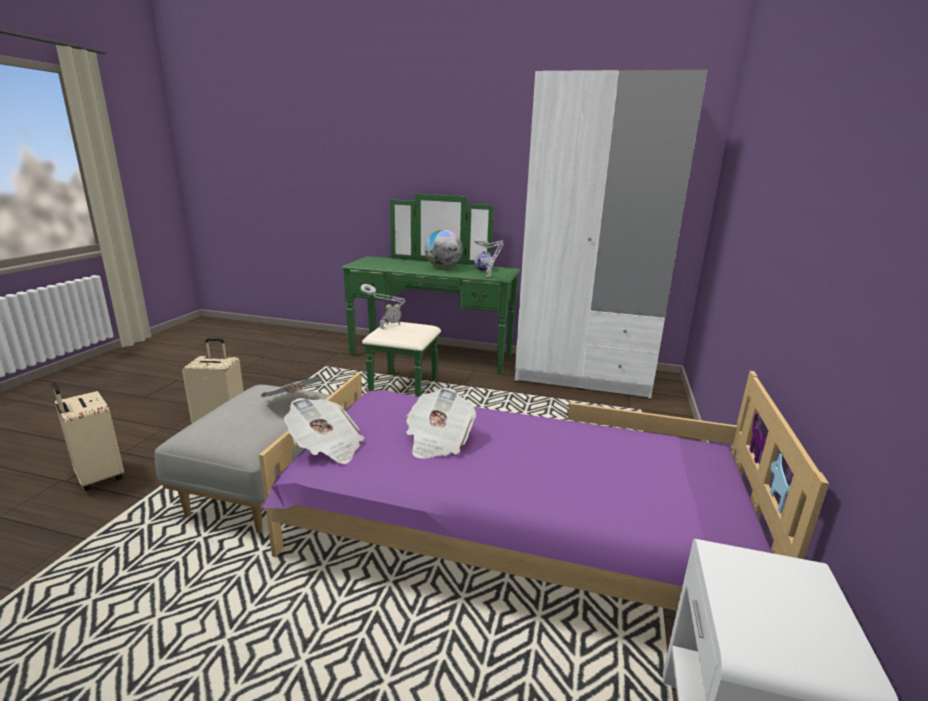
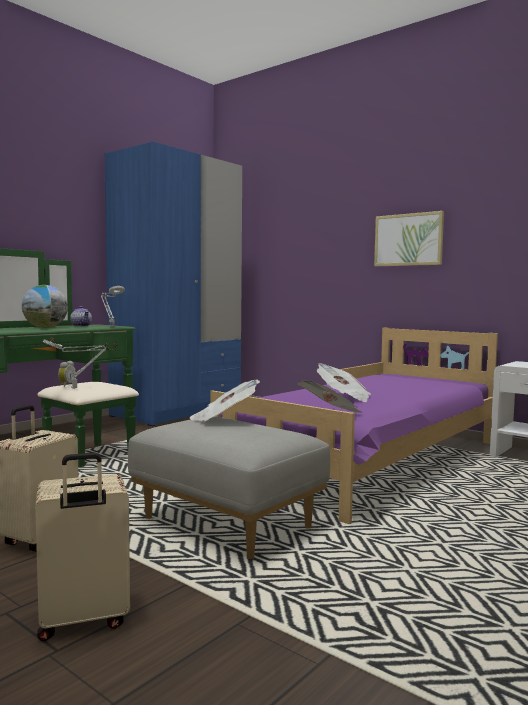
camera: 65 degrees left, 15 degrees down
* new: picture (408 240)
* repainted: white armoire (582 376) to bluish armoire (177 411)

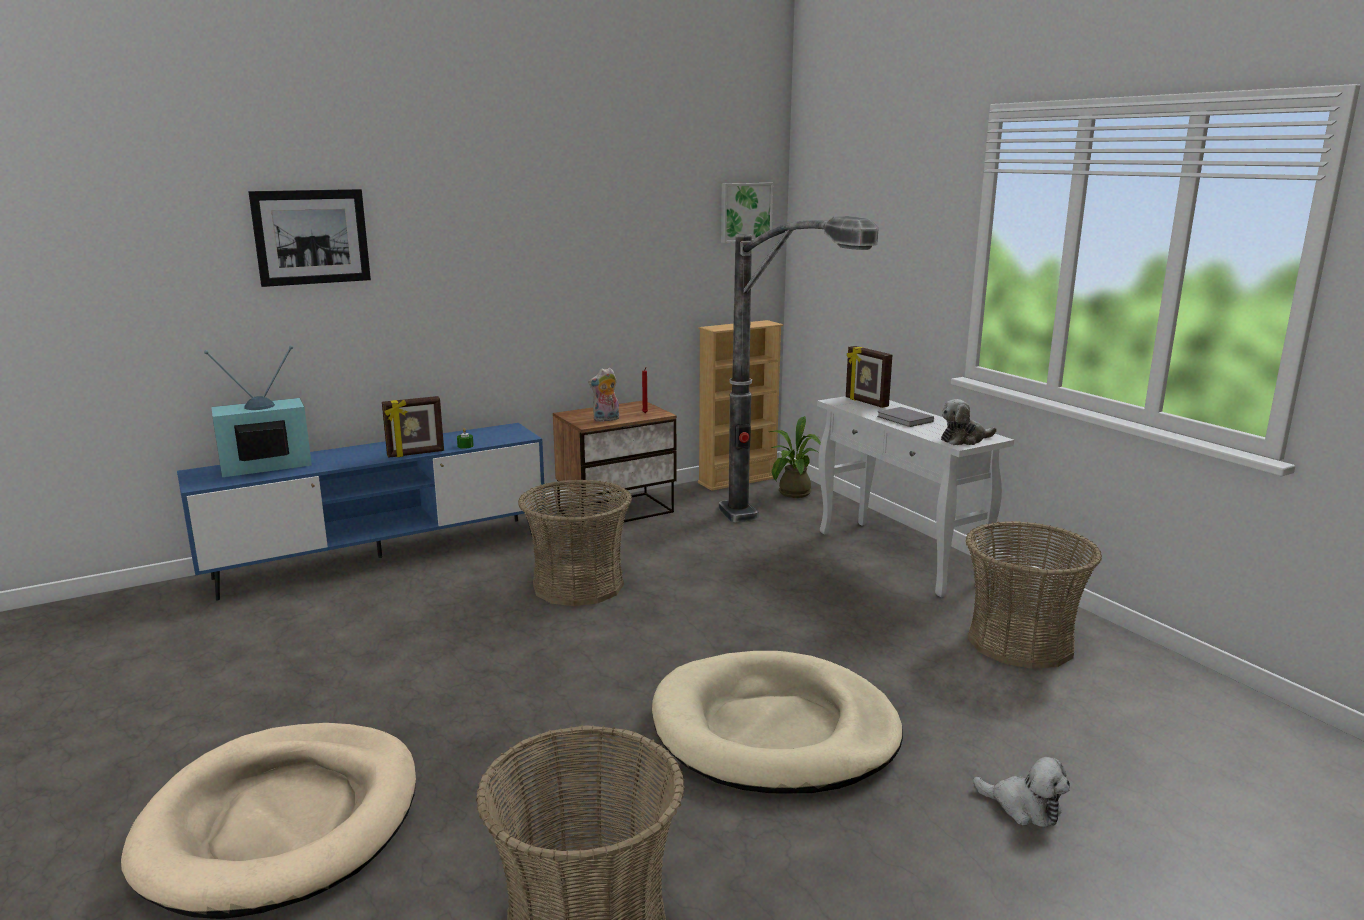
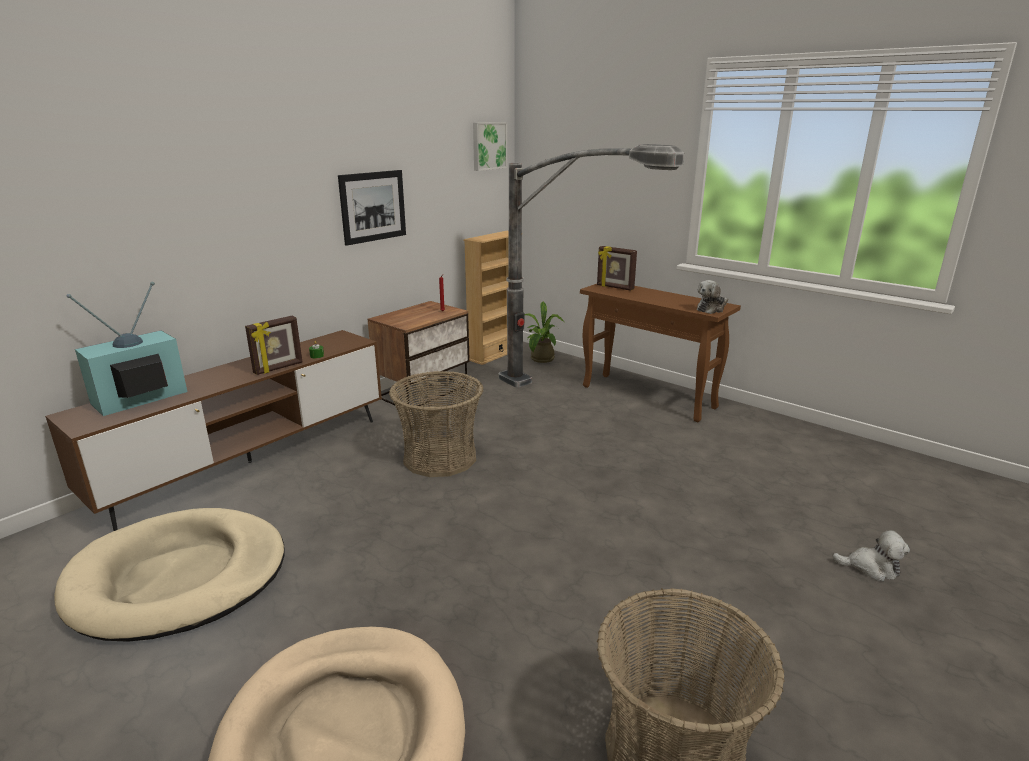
camera: 20 degrees left, 5 degrees up
* gone: soft toy (606 419)
* gone: grey bound book (905 419)
* gone: basket (1020 642)
* shifted: picture (311 237) to (373 206)
* shifted: sand-coloured pet bed (774 730) to (179 578)
* repainted: bluish tv unit (380 557) to brownish tv unit (250 462)
* repainted: white hall table (899 557) to brownish hall table (649 397)

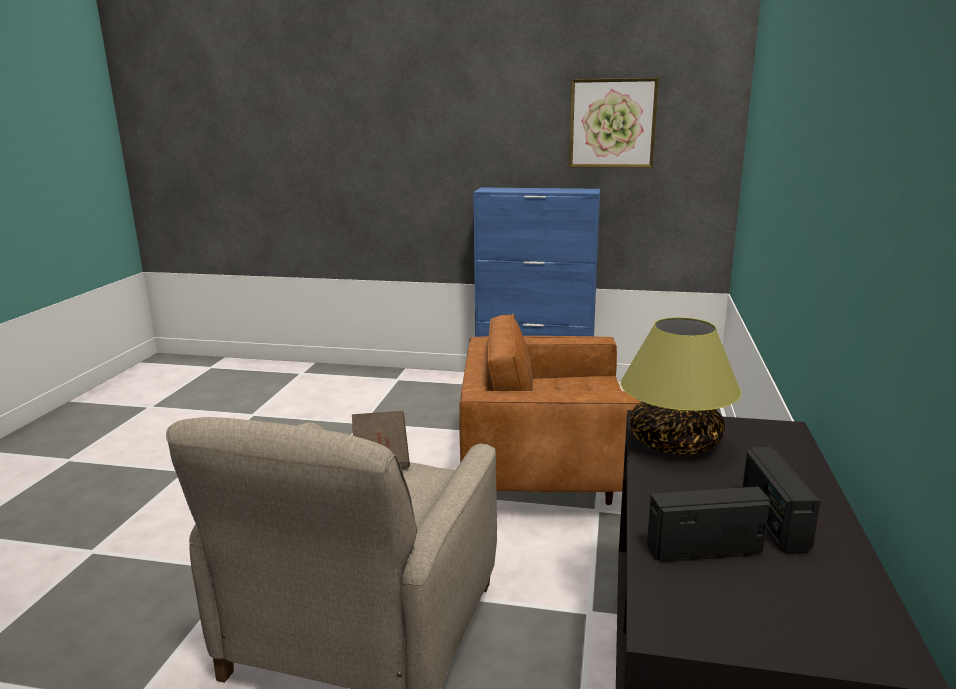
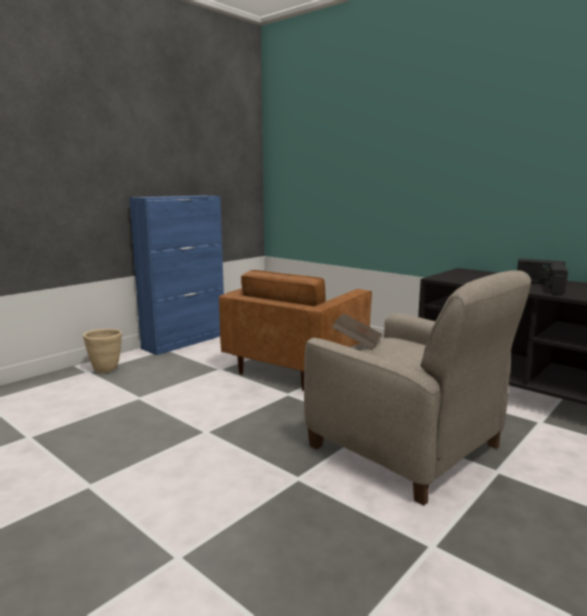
camera: 60 degrees left, 5 degrees down
* gone: picture (612 123)
* gone: lamp for a table (674 443)
* new: sand-coloured plant pot (106 369)

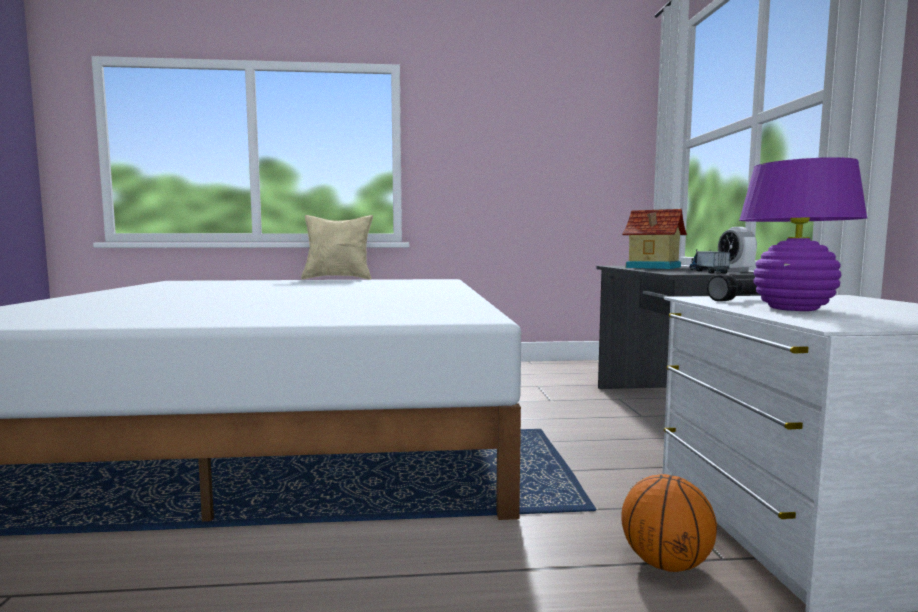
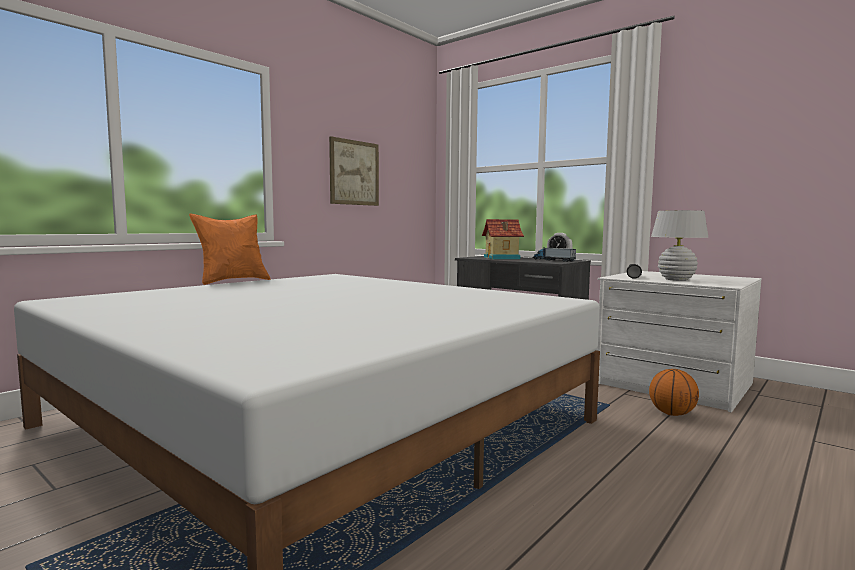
camera: 45 degrees left, 0 degrees up
* new: picture (354 173)
* repainted: sand-coloured cushion (338 279) to orangey cushion (232 281)
* repainted: purplish lamp for a table (793 308) to white lamp for a table (676 279)

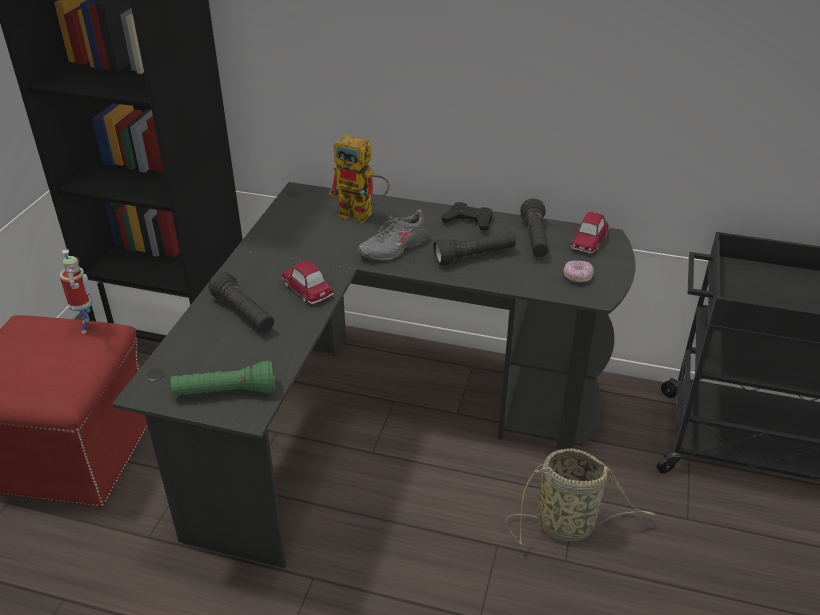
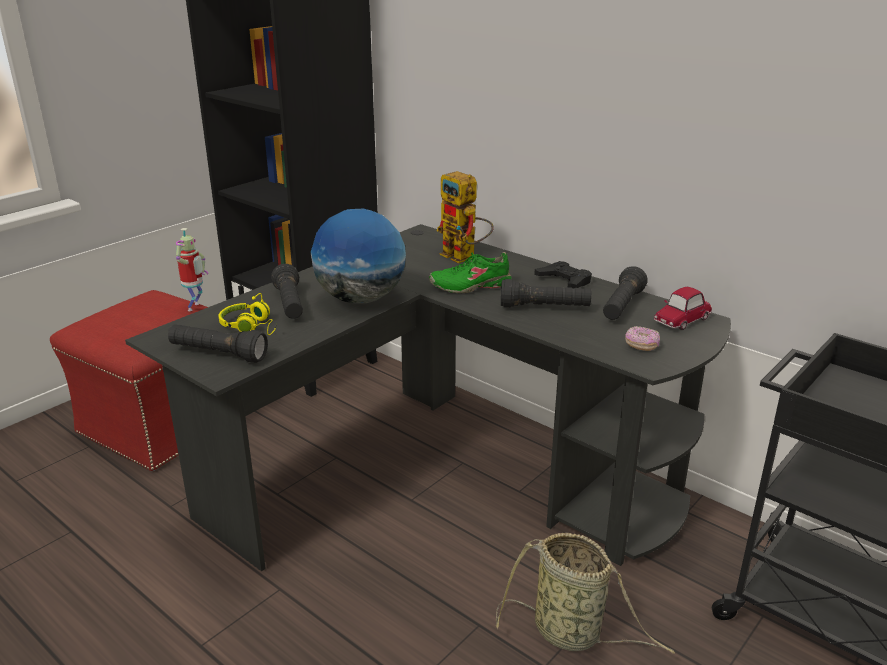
camera: 25 degrees right, 10 degrees down
* new: yellow pair of headphones (251 327)
* swapped: miniature car (307 289) to world globe (361 299)
* repainted: greenish hand torch (225 393) to black-coloured hand torch (218 354)
* repainted: grey item of footwear (393 248) to greenish item of footwear (470 286)

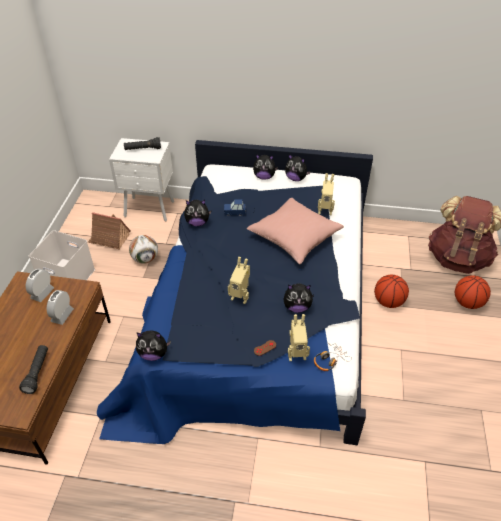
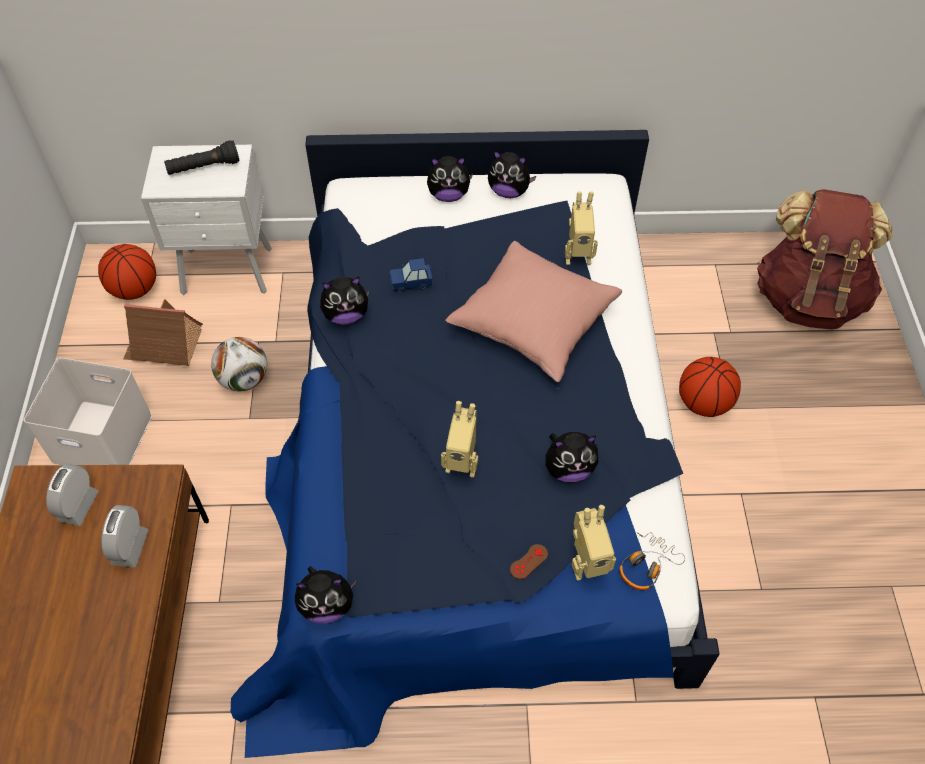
camera: 10 degrees left, 10 degrees up
* gone: black-coloured hand torch (37 372)
* shifted: basketball ball (467 303) to (134 290)

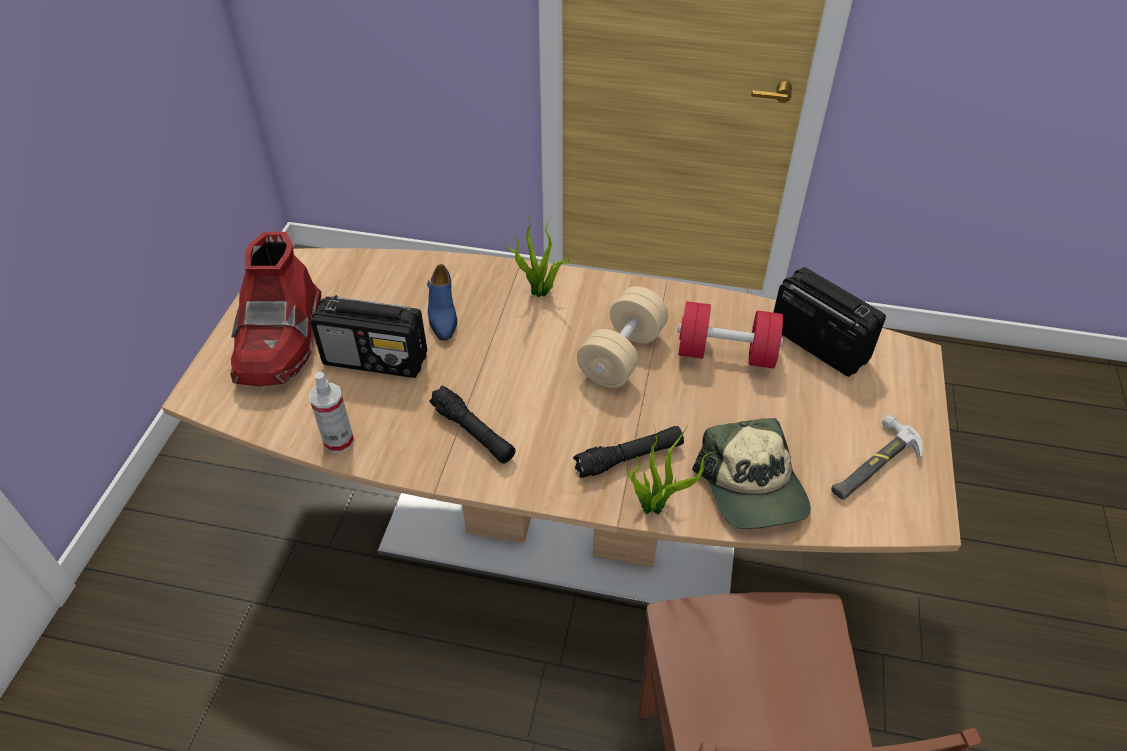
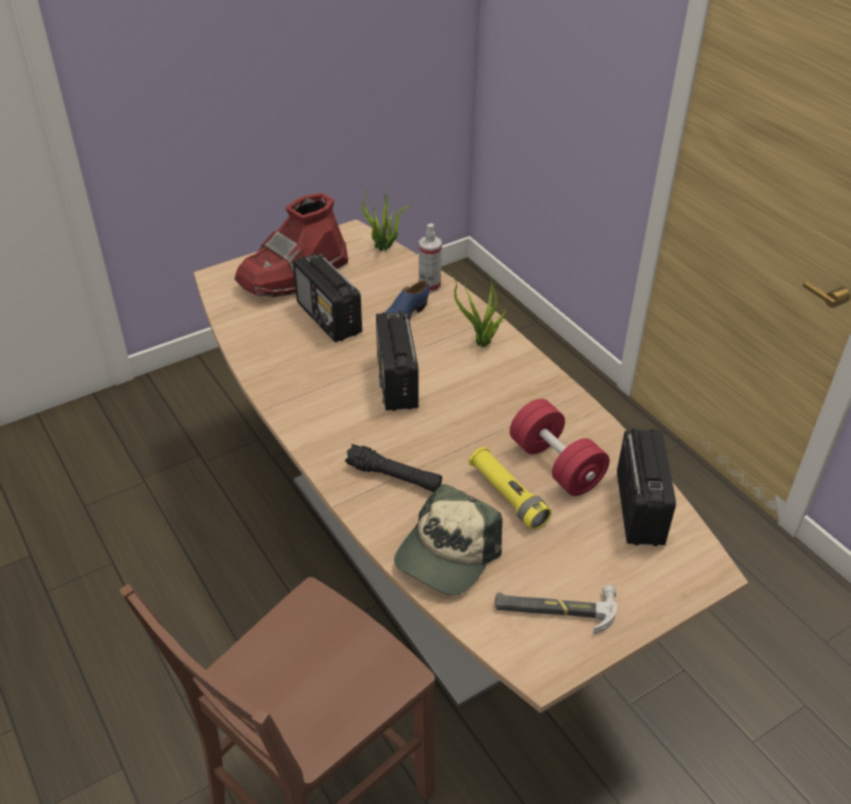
camera: 45 degrees right, 5 degrees down
* gone: black-coloured hand torch (473 432)
* gone: sand-coloured dumbbell (622 355)
* new: radio (397 383)
* new: yellow hand torch (507 496)
* shifted: sprayer (339 441) to (429 286)
* shifted: houseplant (656 506) to (384 248)

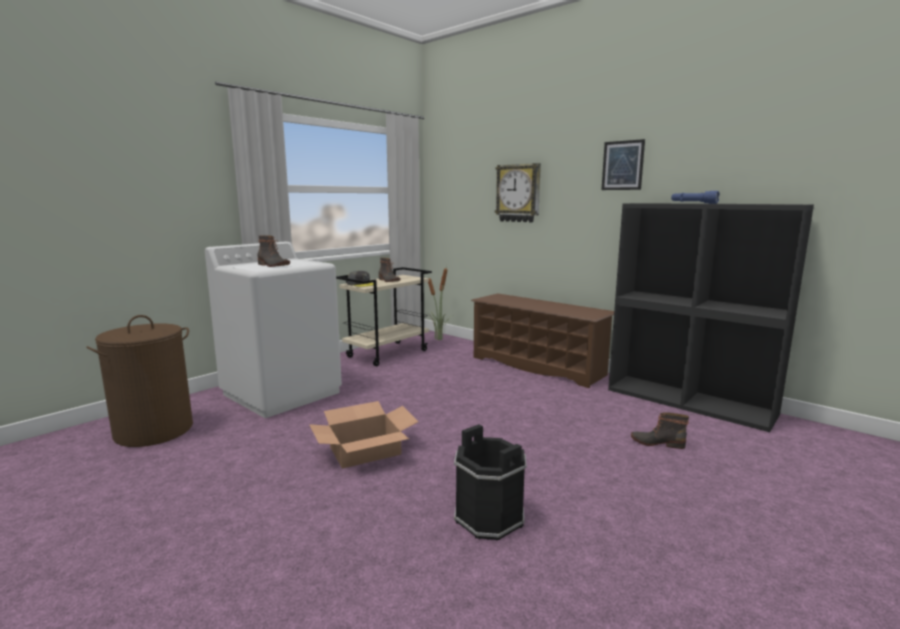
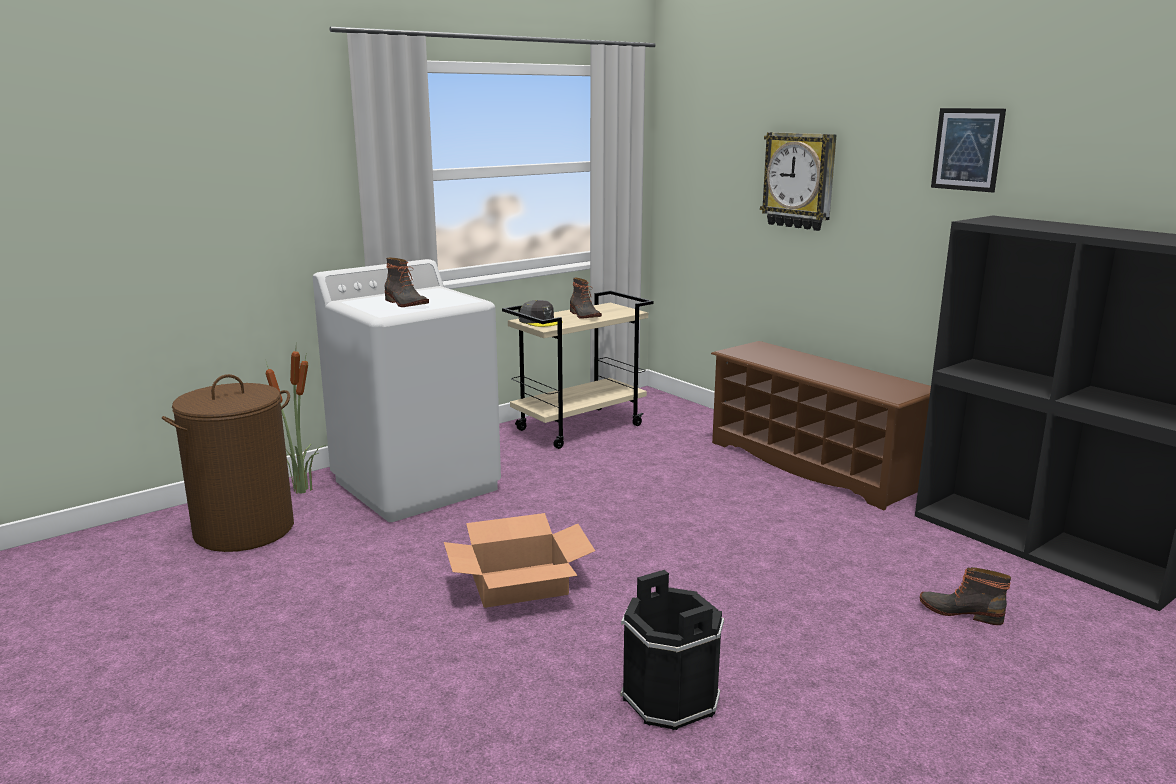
camera: 10 degrees right, 5 degrees up
* gone: bluish hand torch (693 203)
* shifted: houseplant (439 339) to (301 491)

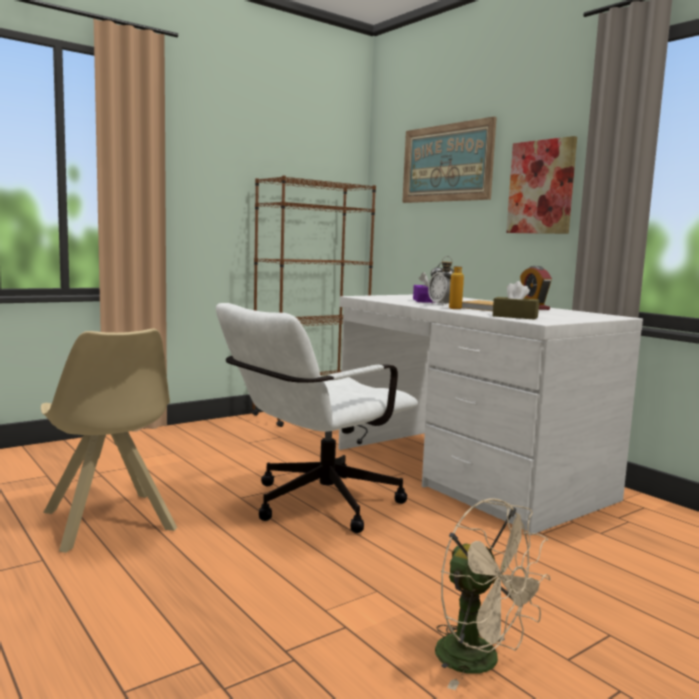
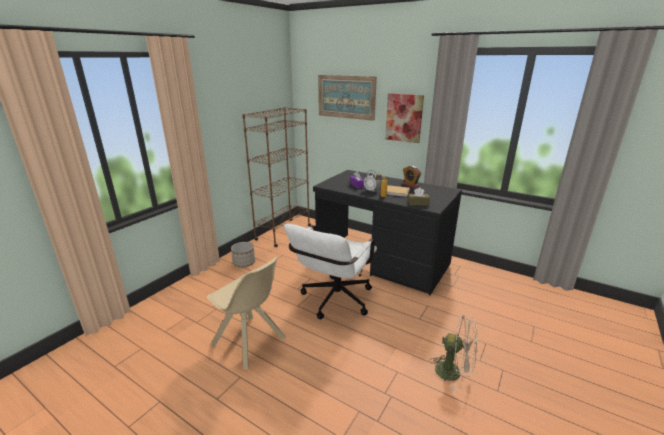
camera: 20 degrees left, 15 degrees up
* new: plant pot (244 263)
* repainted: white desk table (466 473) to black-coloured desk table (382 261)

